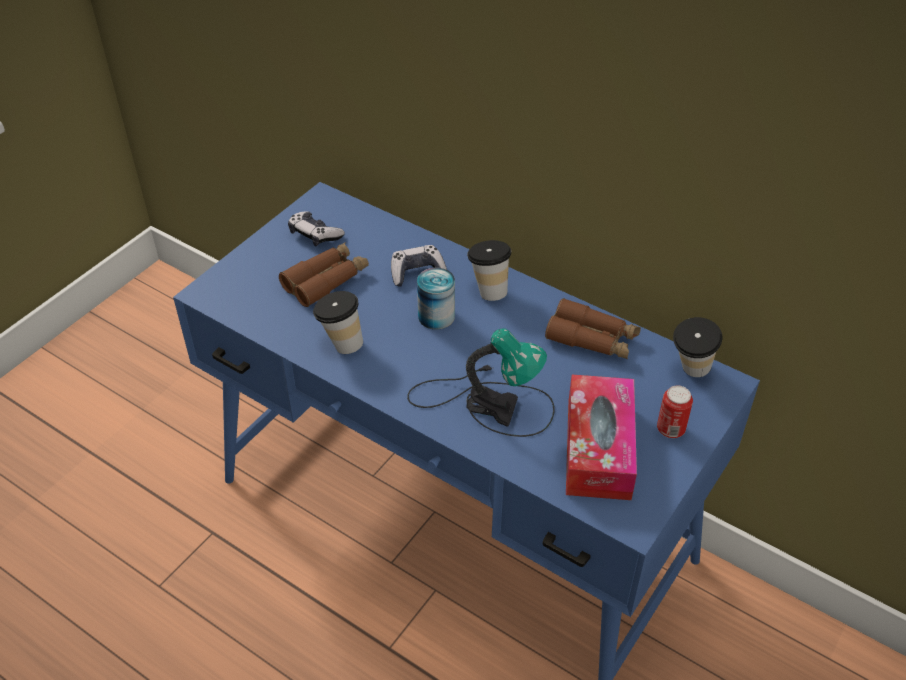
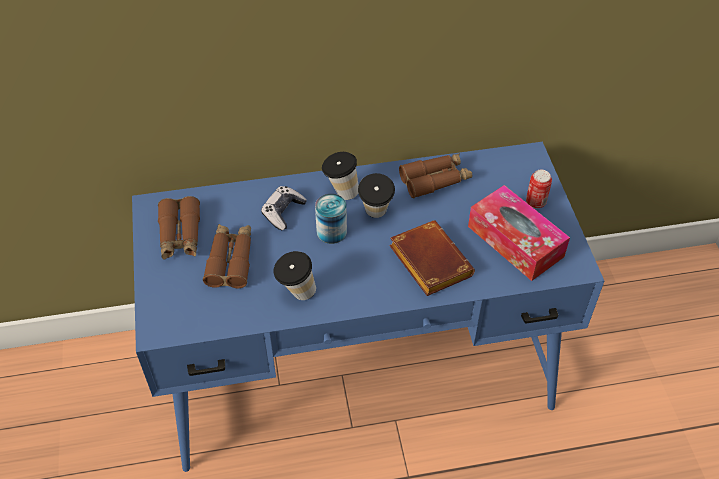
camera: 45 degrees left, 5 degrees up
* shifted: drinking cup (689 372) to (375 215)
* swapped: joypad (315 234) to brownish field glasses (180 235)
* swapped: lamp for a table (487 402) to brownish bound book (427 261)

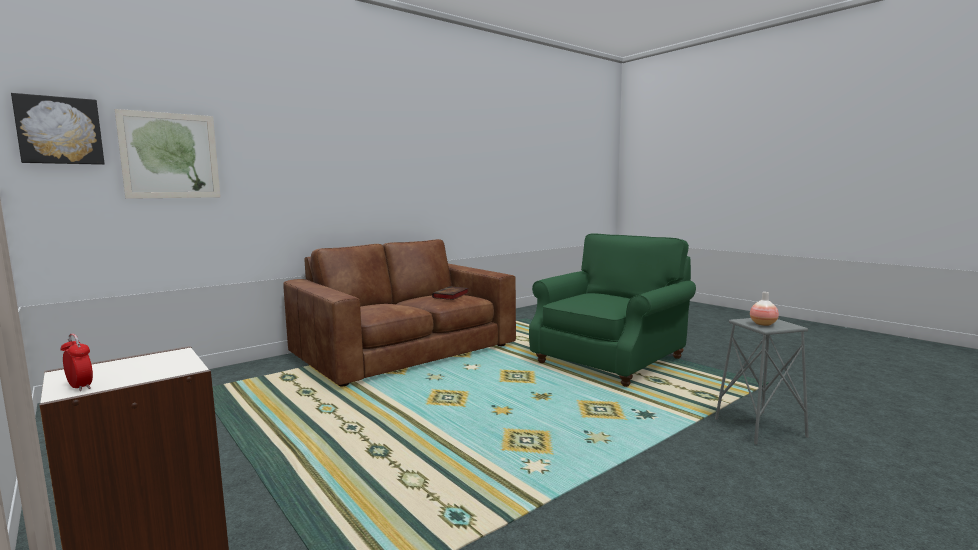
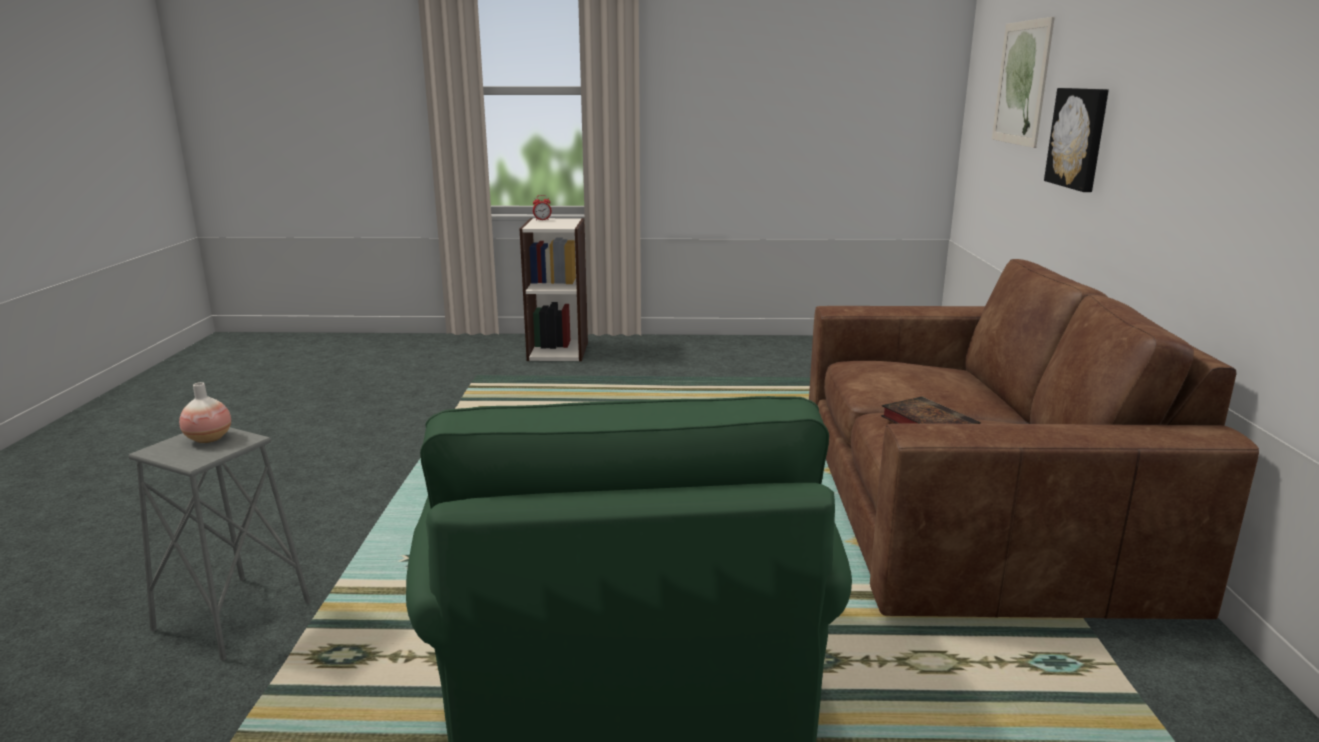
camera: 130 degrees right, 10 degrees up
* shifted: picture (60 130) to (1079 138)

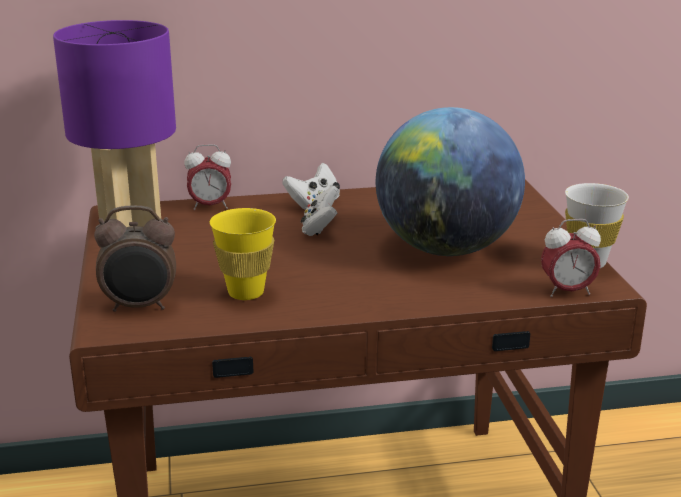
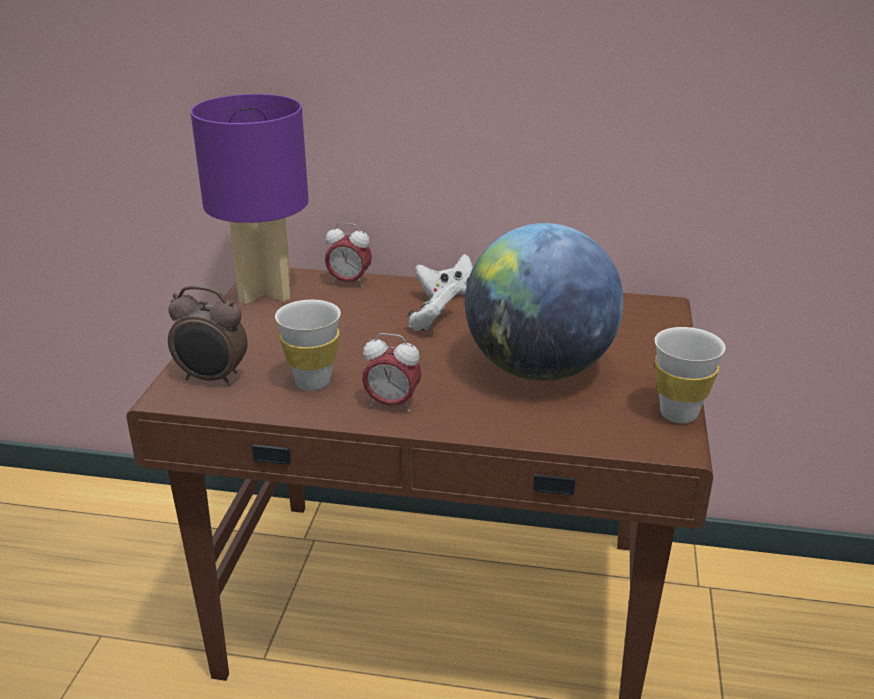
camera: 20 degrees right, 5 degrees up
* shifted: bedside clock (567 291) to (392 404)
* repainted: yellow drinking cup (246 292) to white drinking cup (313 382)

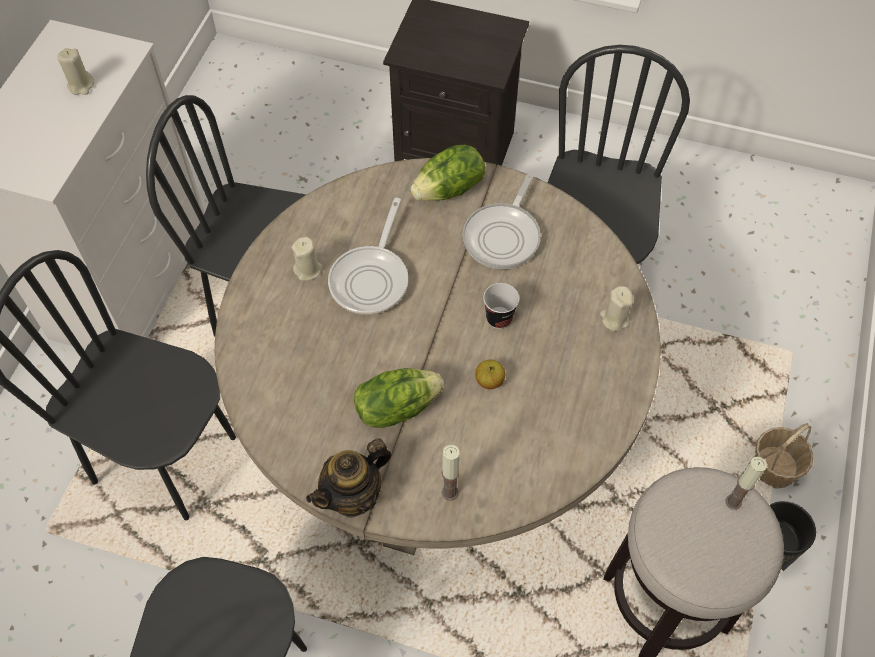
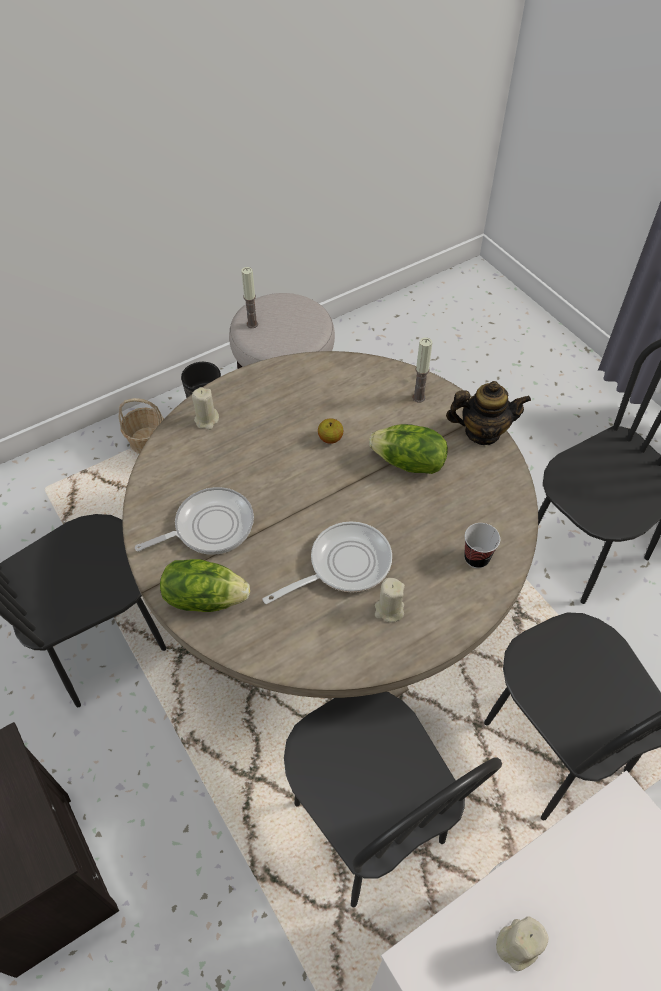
camera: 140 degrees left, 5 degrees down
* shifted: drinking cup (499 318) to (476 558)

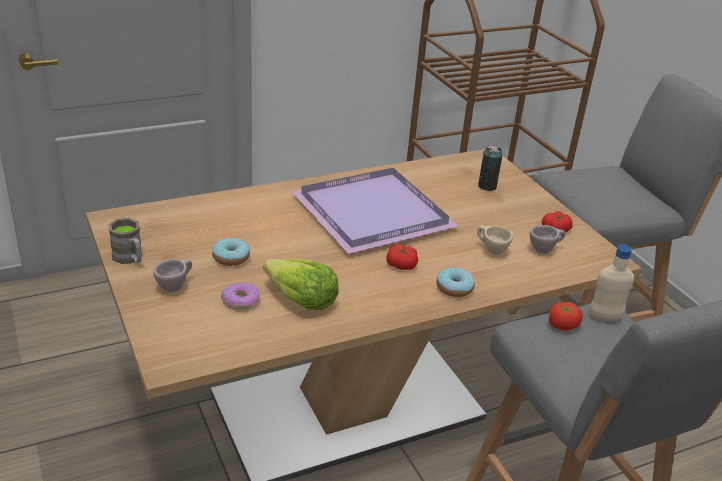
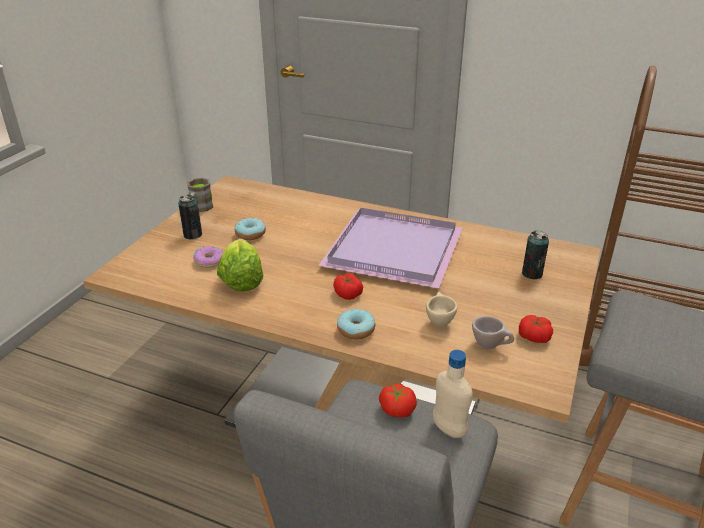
camera: 50 degrees right, 0 degrees up
* swapped: sand-coloured drinking cup (175 286) to sealed can (193 235)

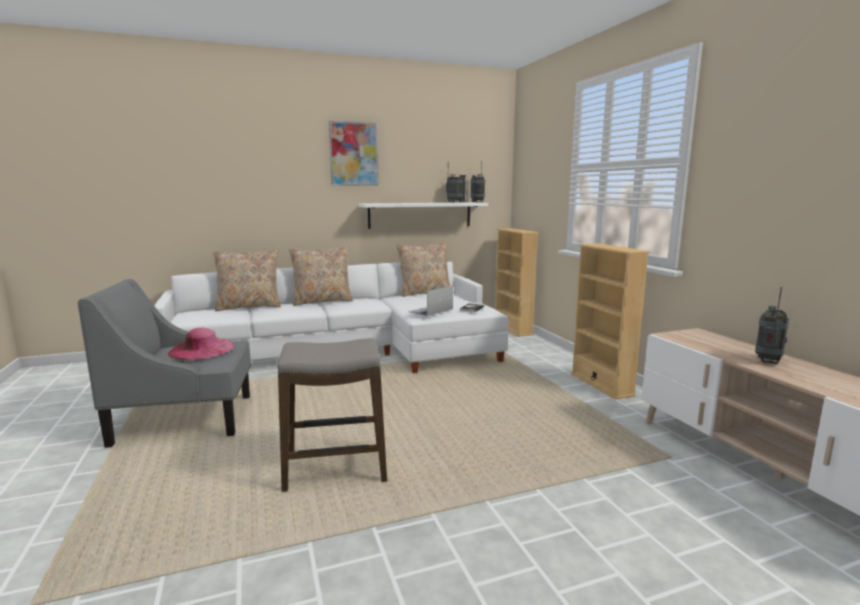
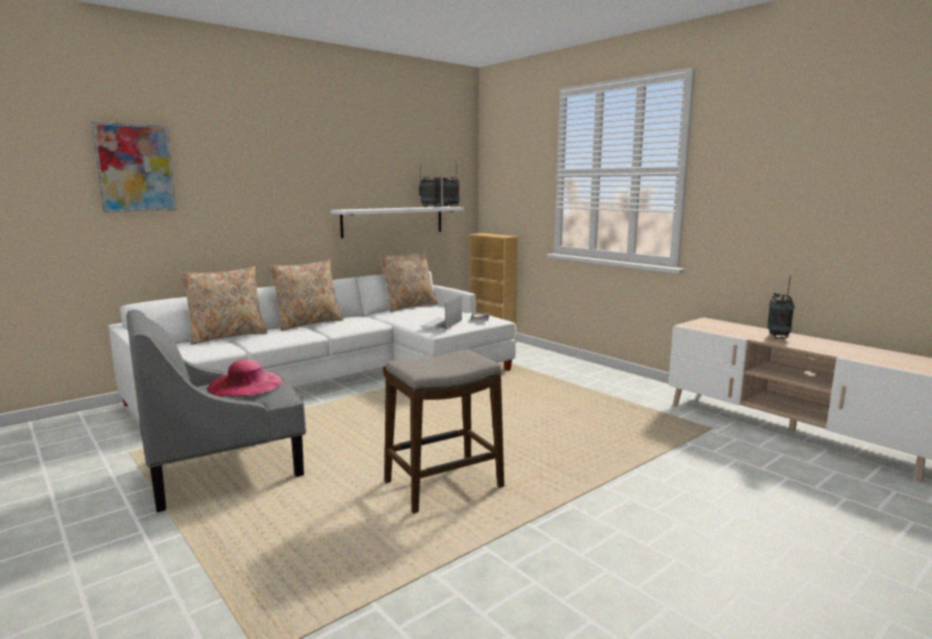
camera: 20 degrees left, 0 degrees up
* gone: sand-coloured bookshelf (601 384)
* shifted: picture (354 154) to (135 168)

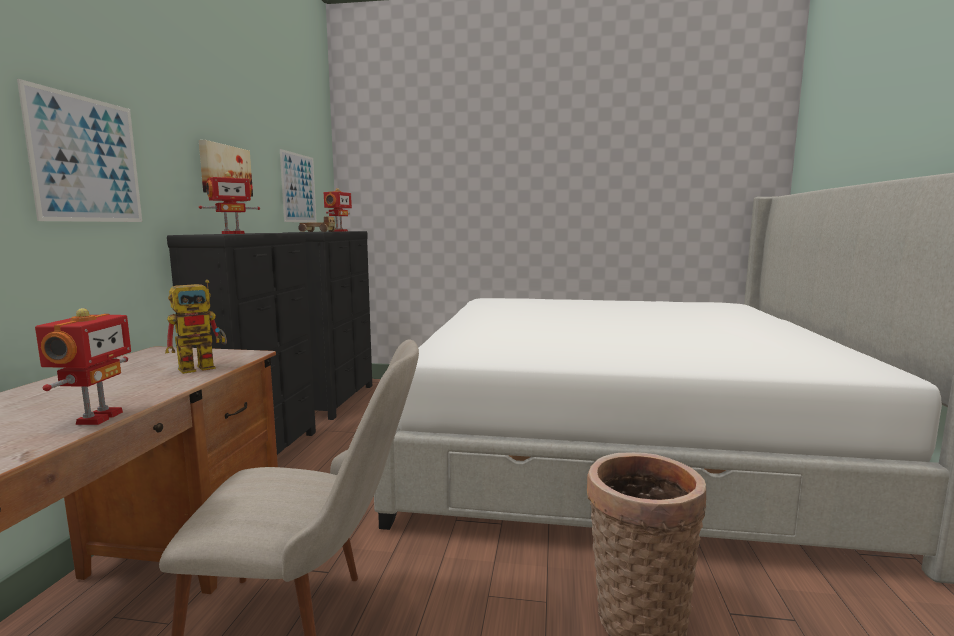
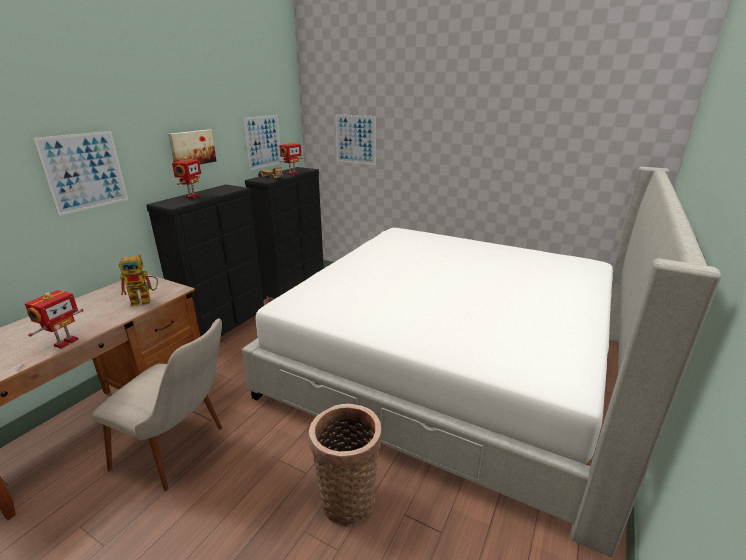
camera: 20 degrees right, 15 degrees up
* new: picture (355 139)
* rotated: model robot (232 233) = (192 196) 60 degrees counterclockwise

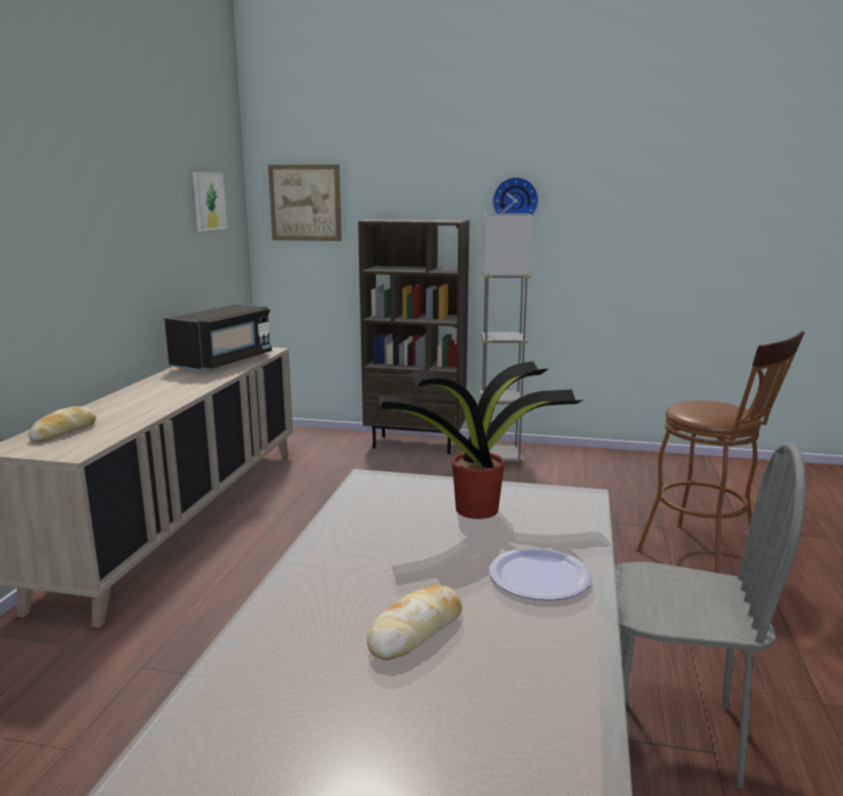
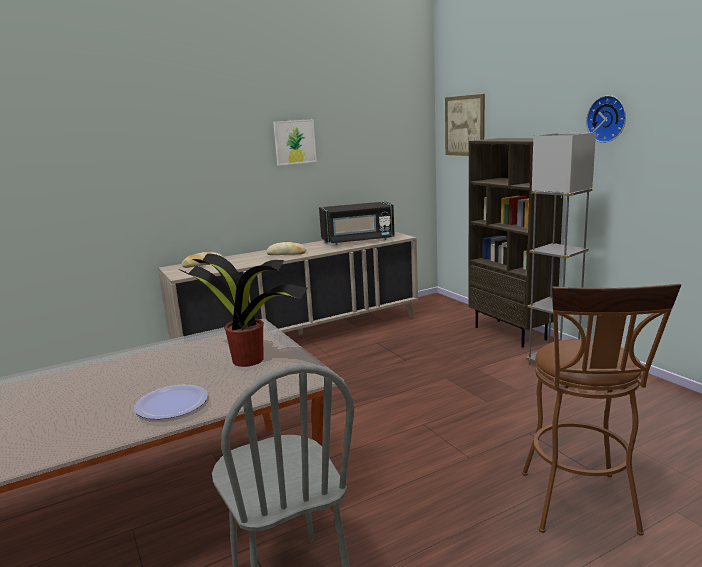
camera: 50 degrees right, 0 degrees up
* shifted: picture (209 201) to (294 142)
* shifted: bread (416 631) to (286 254)

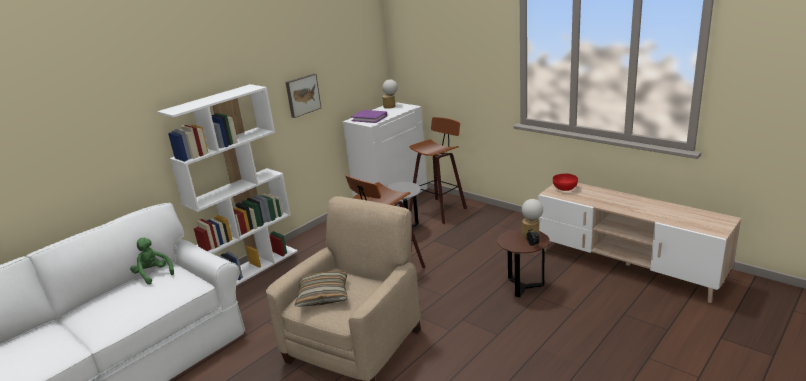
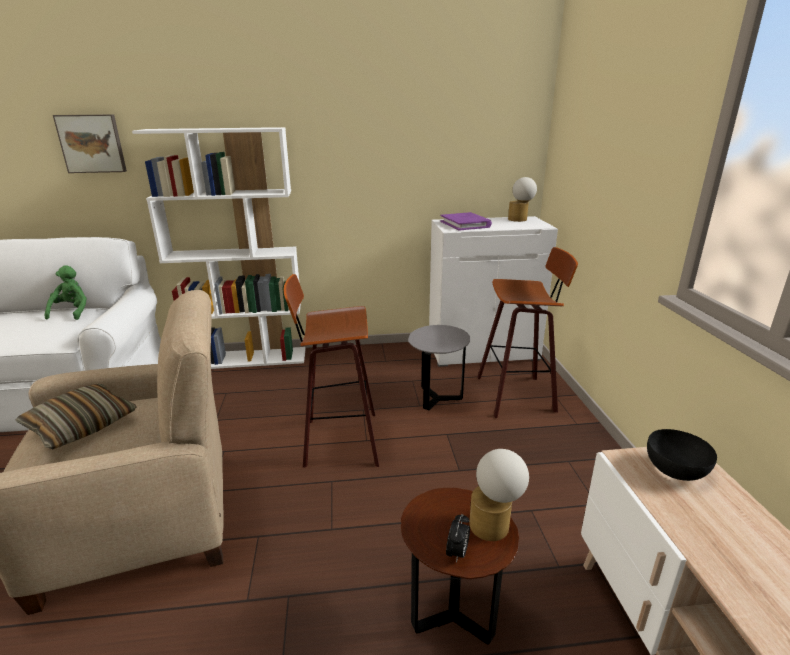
camera: 40 degrees right, 0 degrees up
* shifted: picture (302 95) to (92 143)
* repainted: red serving bowl (564 188) to black-coloured serving bowl (675 468)

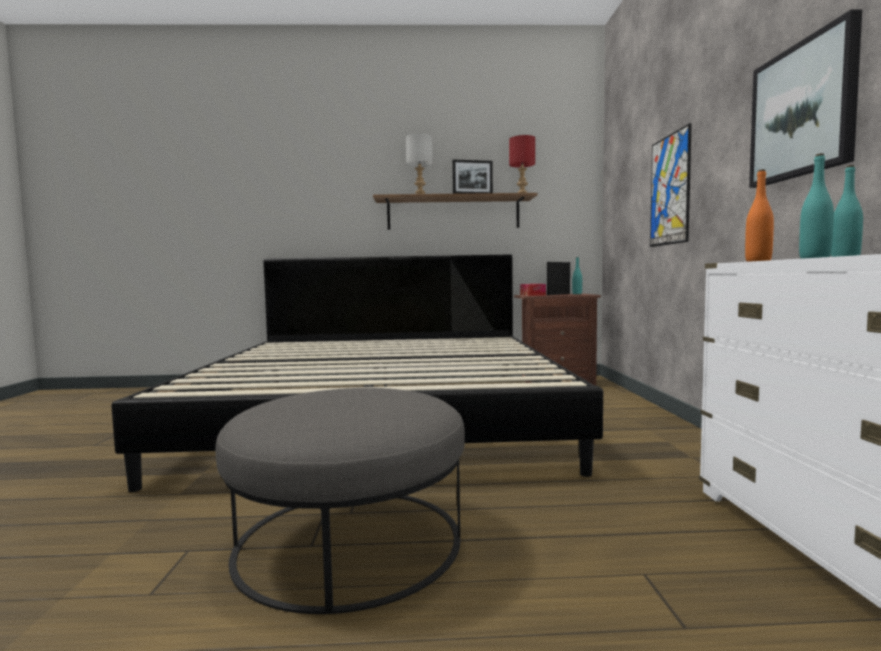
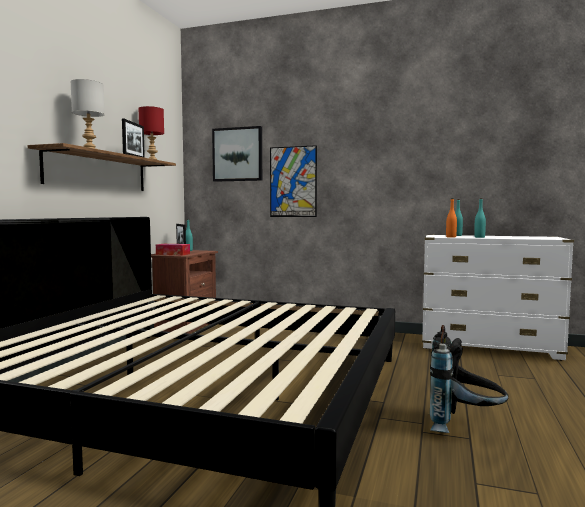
camera: 70 degrees left, 0 degrees up
* shifted: picture (802 110) to (237 154)
* swapped: grey footrest (349 540) to black-coloured backpack (463 426)

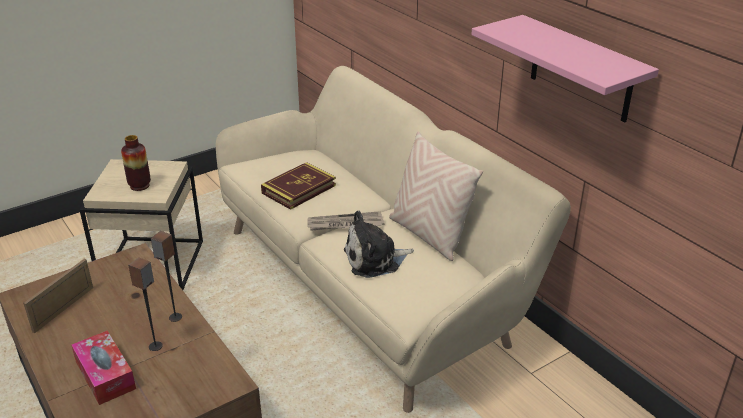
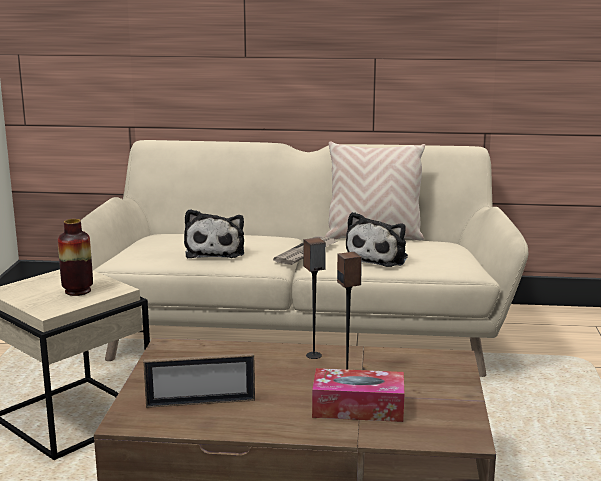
camera: 50 degrees left, 15 degrees down
* gone: pink wall shelf (581 69)
* swapped: bound book (299 189) to soft toy (215 251)
* rotated: picture frame (63 309) = (200 403) 75 degrees counterclockwise

